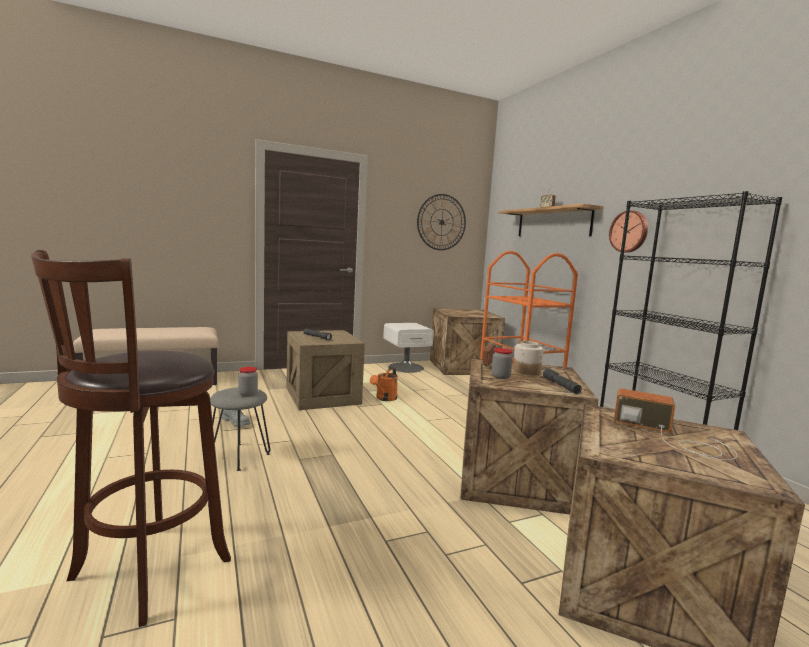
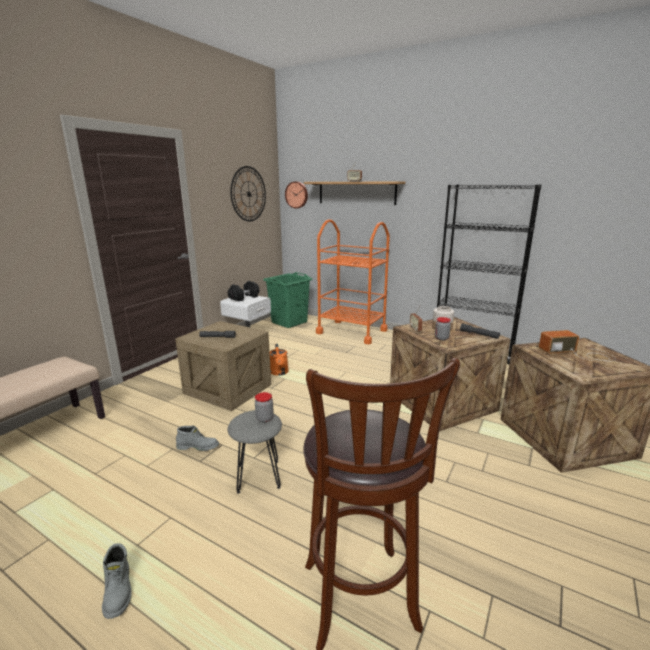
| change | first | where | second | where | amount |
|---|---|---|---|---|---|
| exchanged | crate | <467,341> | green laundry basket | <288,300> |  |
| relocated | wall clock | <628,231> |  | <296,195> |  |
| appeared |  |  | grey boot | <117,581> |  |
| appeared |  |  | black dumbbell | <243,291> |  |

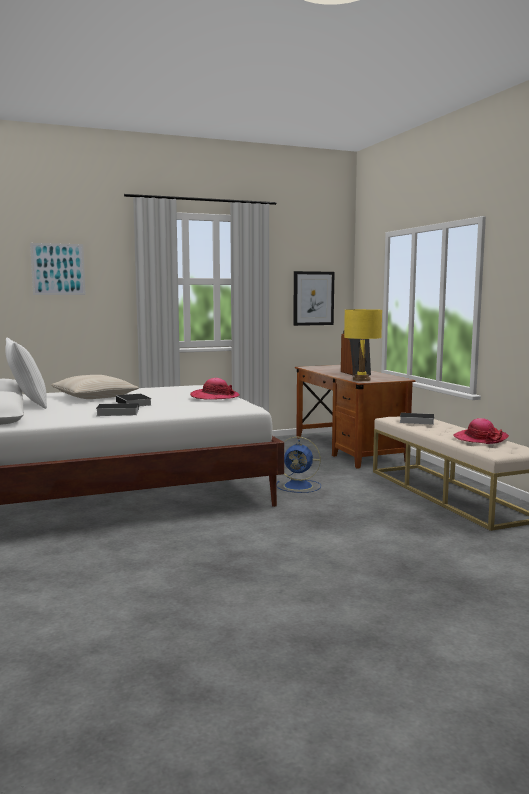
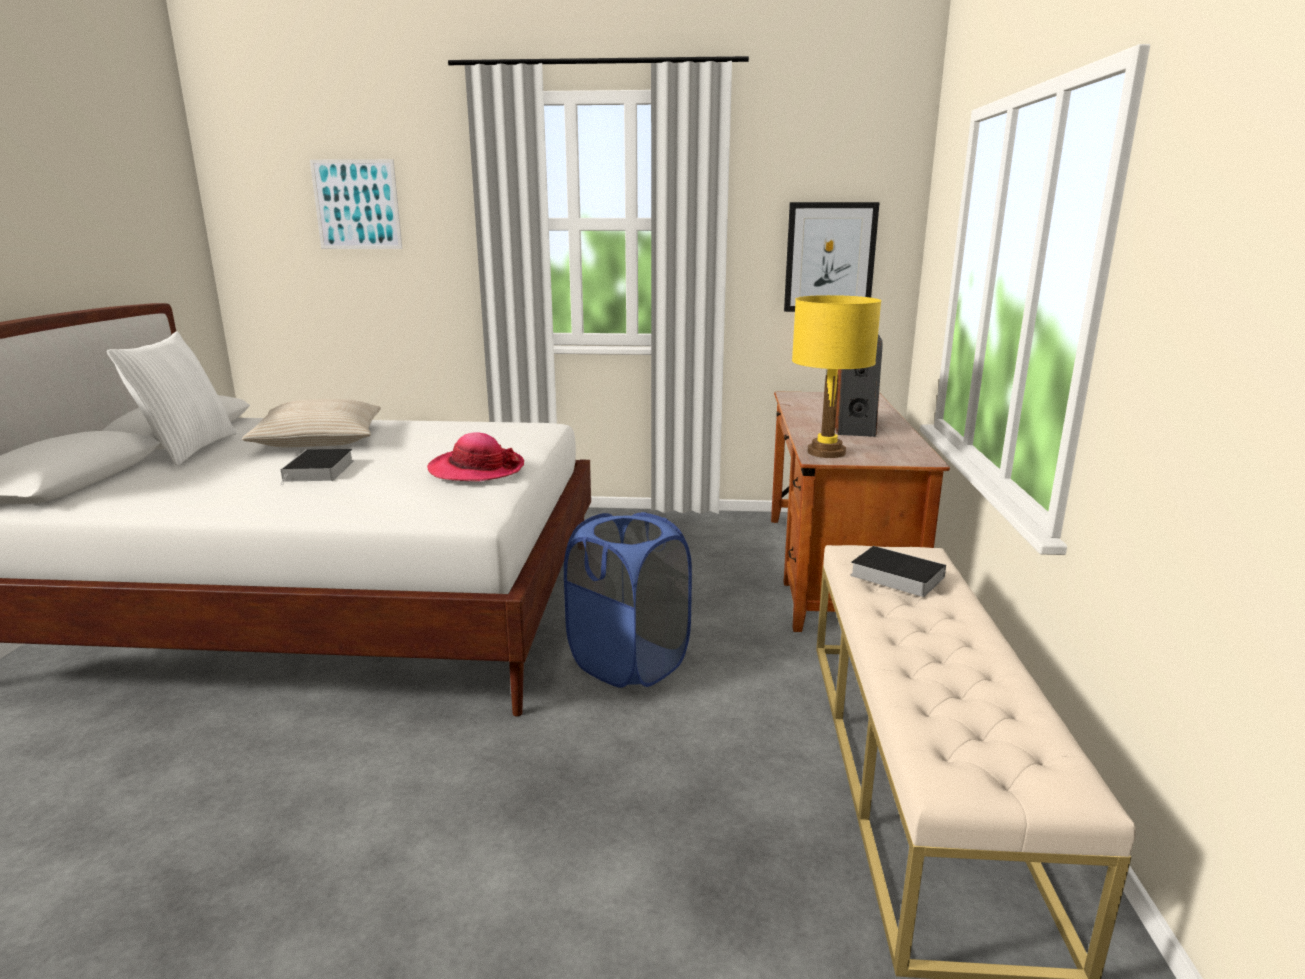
| change | first | where | second | where | amount |
|---|---|---|---|---|---|
| missing | book | <117,409> |  |  |  |
| exchanged | blue fan | <298,465> | blue laundry basket | <628,600> |  |
| missing | hat | <481,431> |  |  |  |

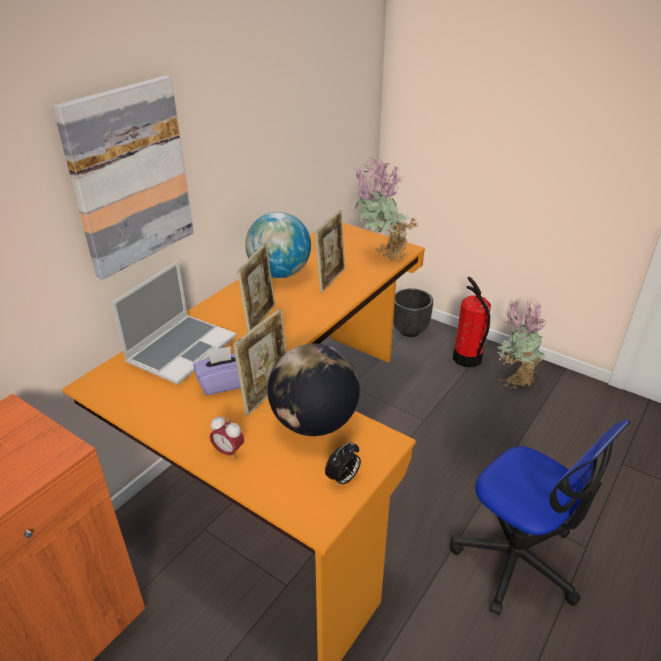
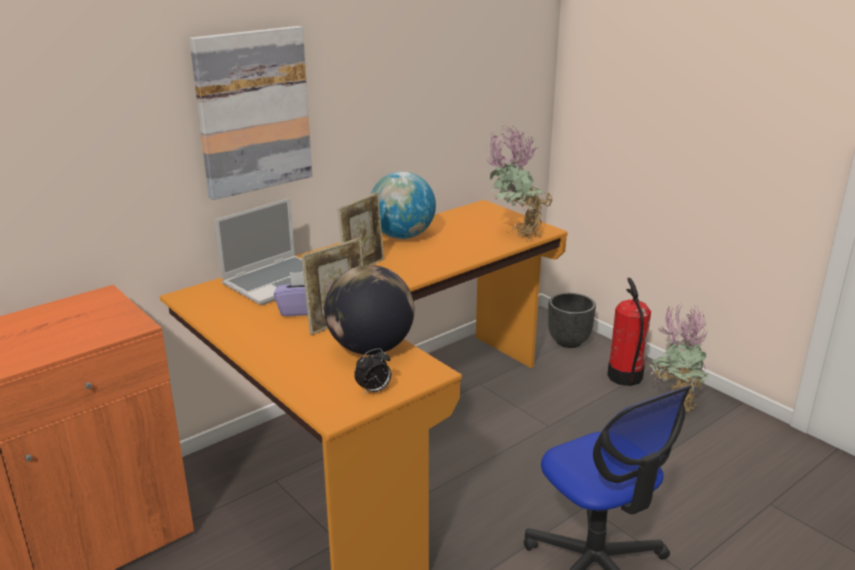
| change | first | where | second | where | amount |
|---|---|---|---|---|---|
| missing | alarm clock | <227,438> |  |  |  |
| missing | picture frame | <330,251> |  |  |  |

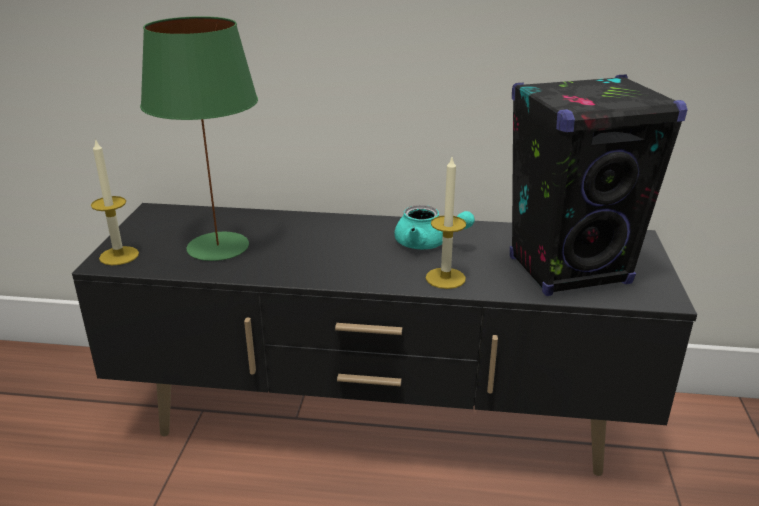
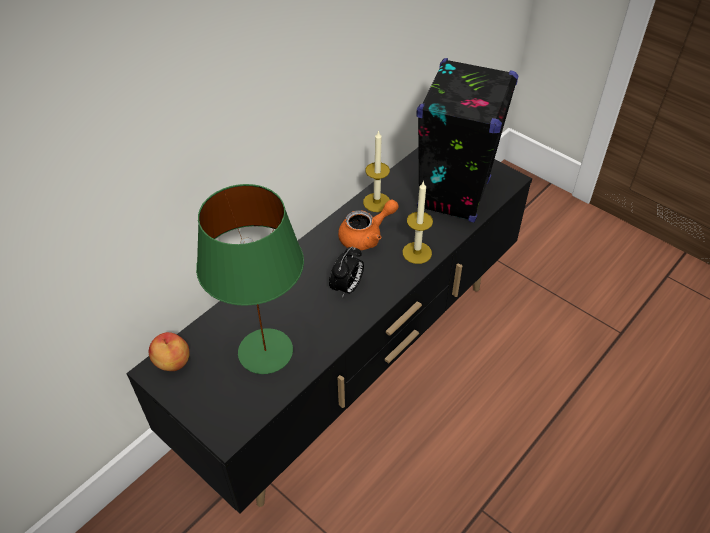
| change | first | where | second | where | amount |
|---|---|---|---|---|---|
| relocated | candle | <115,201> |  | <376,171> |  |
| colour | turquoise teapot | <434,227> | orange teapot | <368,224> |  |
| appeared |  |  | apple | <169,351> |  |
| appeared |  |  | alarm clock | <346,272> |  |

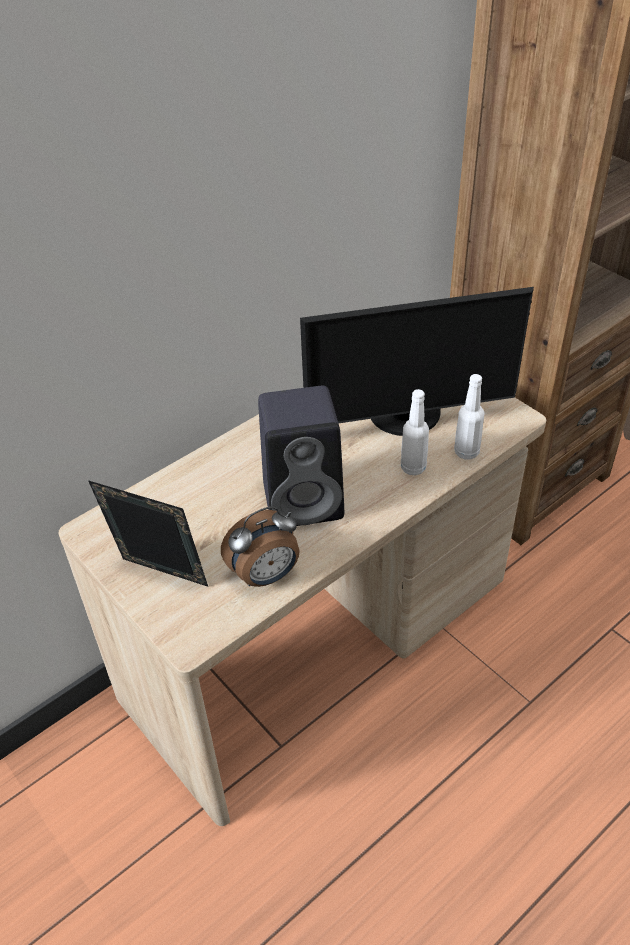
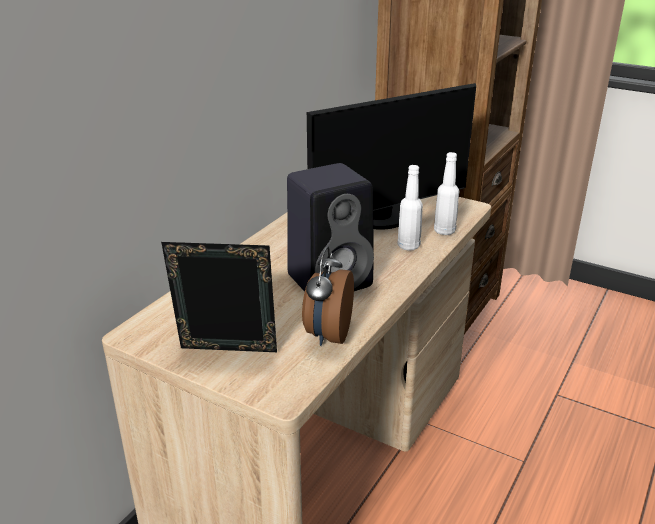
| change | first | where | second | where | amount |
|---|---|---|---|---|---|
| spun | alarm clock | <260,546> |  | <328,296> | 150 degrees clockwise |

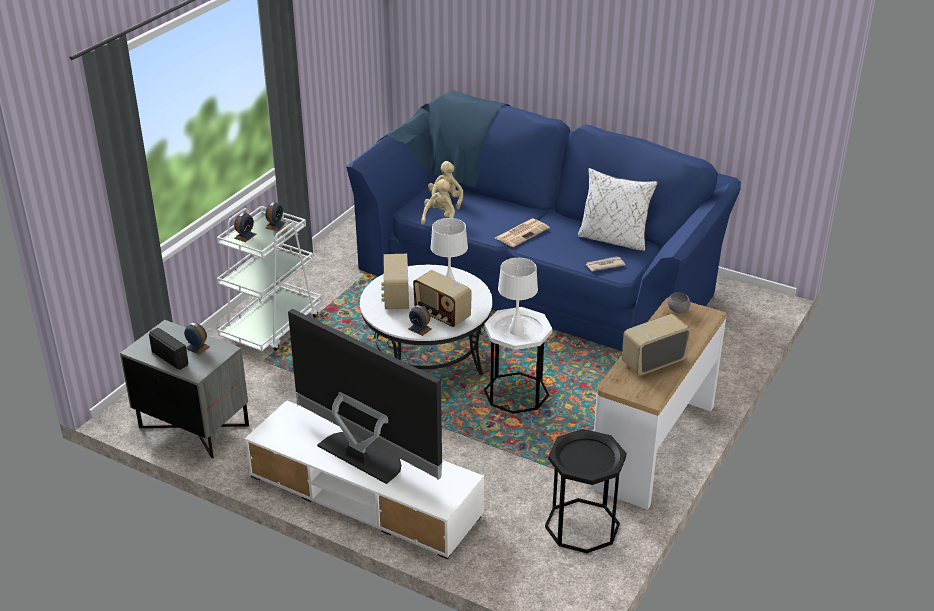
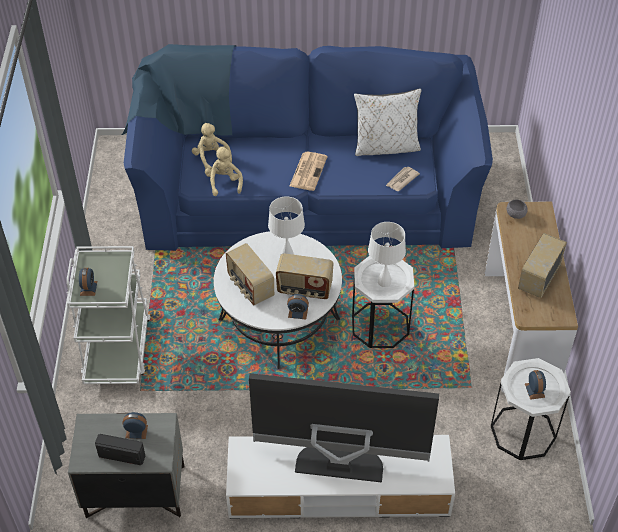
| change | first | where | second | where | amount |
|---|---|---|---|---|---|
| relocated | alarm clock | <275,216> |  | <535,385> |  |
| colour | black side table | <585,491> | white side table | <531,409> |  |

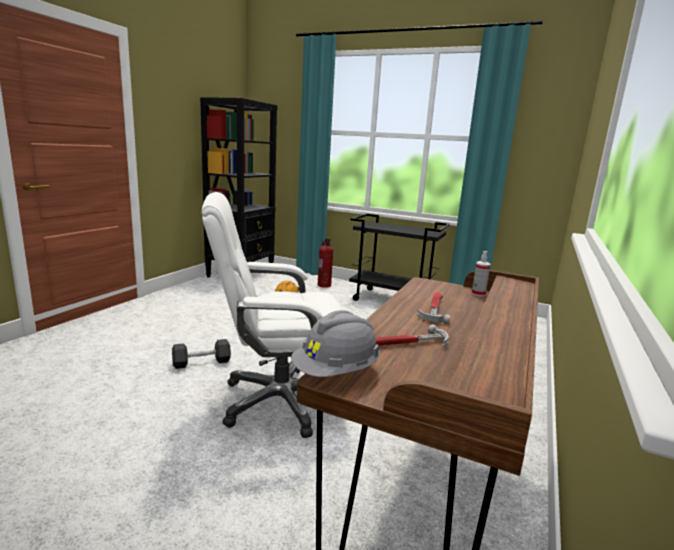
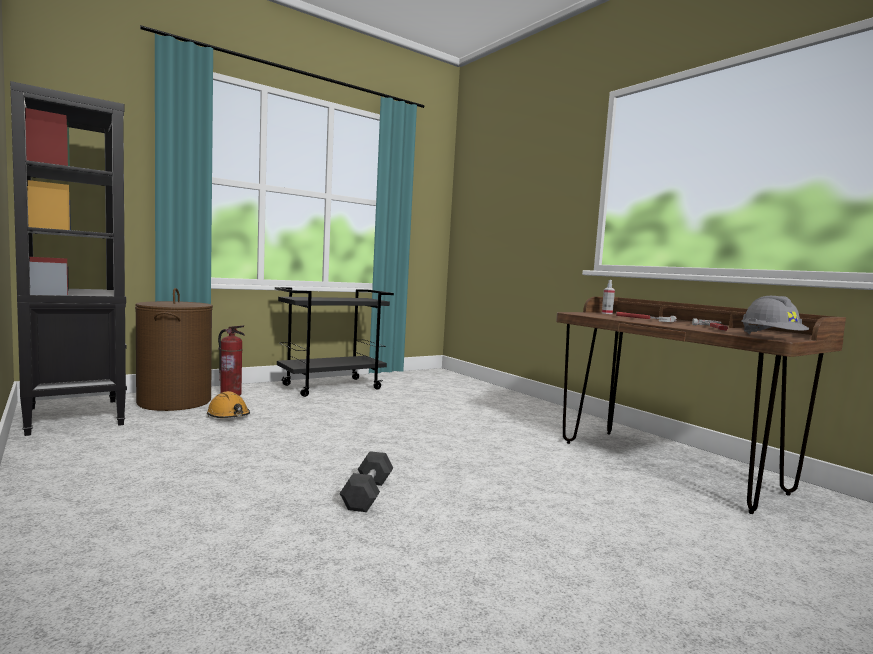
| change | first | where | second | where | amount |
|---|---|---|---|---|---|
| missing | white office chair | <272,315> |  |  |  |
| appeared |  |  | brown laundry basket | <174,349> |  |

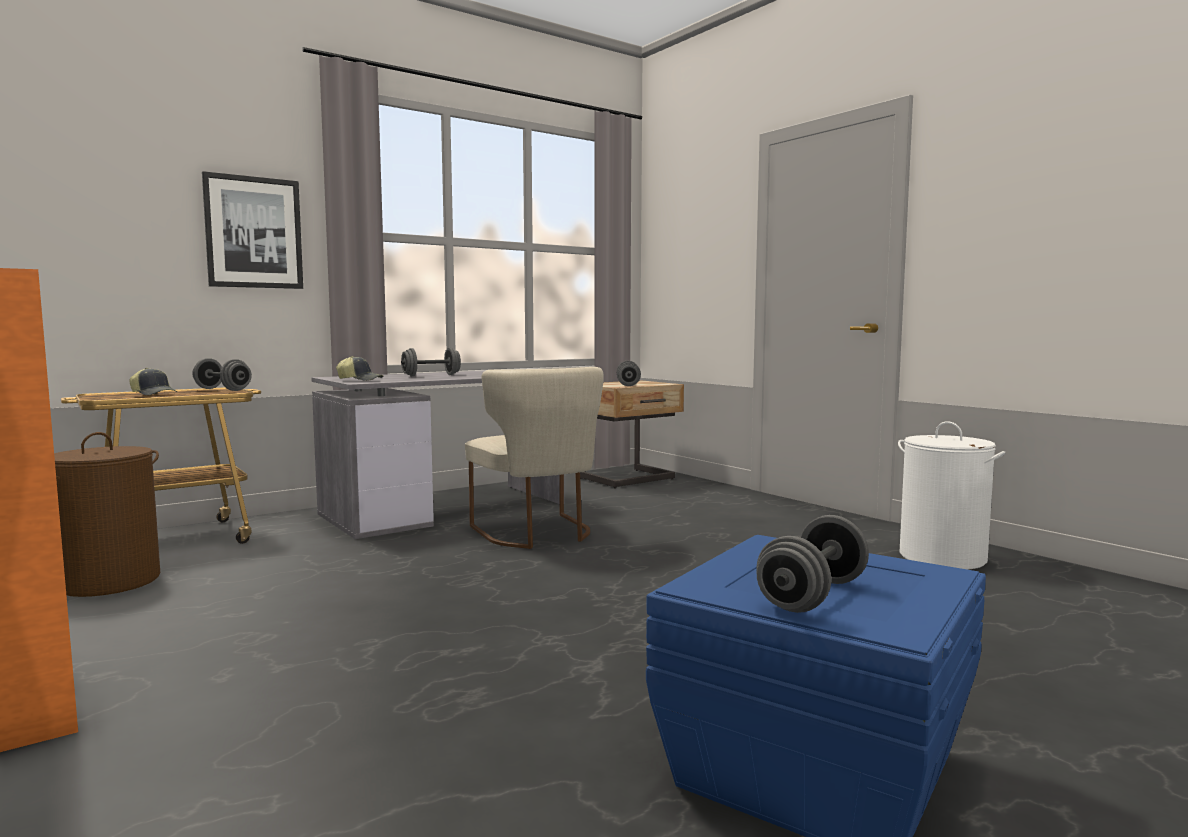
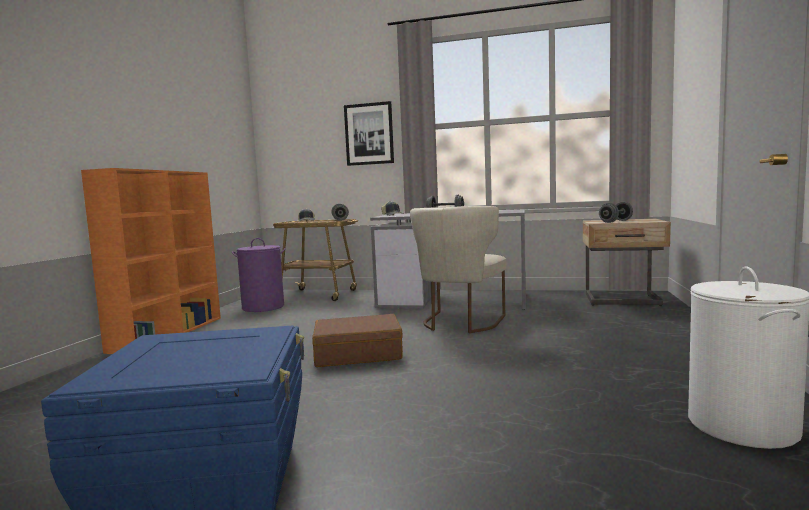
| change | first | where | second | where | amount |
|---|---|---|---|---|---|
| colour | brown laundry basket | <107,514> | purple laundry basket | <259,275> |  |
| missing | grey dumbbell | <812,564> |  |  |  |
| appeared |  |  | brown suitcase | <357,340> |  |

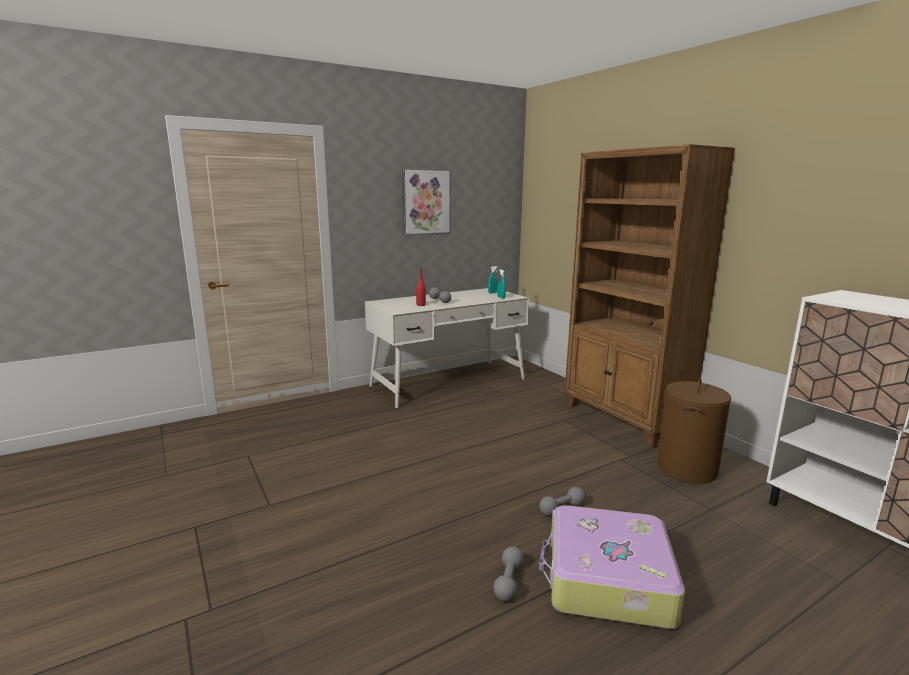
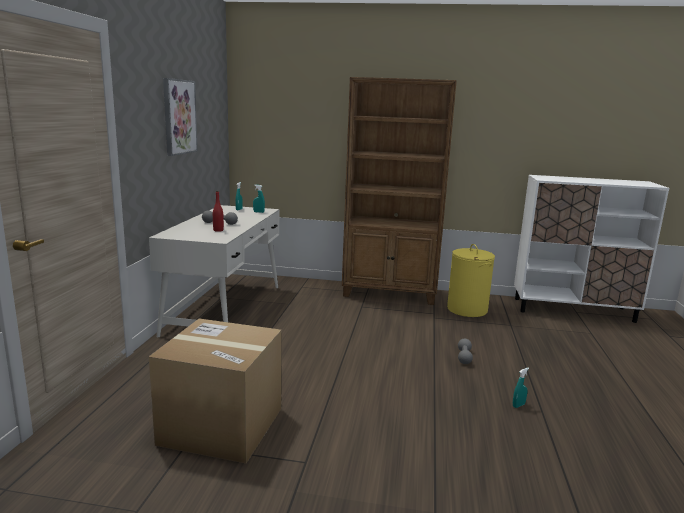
| change | first | where | second | where | amount |
|---|---|---|---|---|---|
| exchanged | grey dumbbell | <508,573> | turquoise spray bottle | <521,388> |  |
| missing | suitcase | <612,567> |  |  |  |
| colour | brown laundry basket | <694,431> | yellow laundry basket | <471,280> |  |
| appeared |  |  | cardboard box | <215,391> |  |

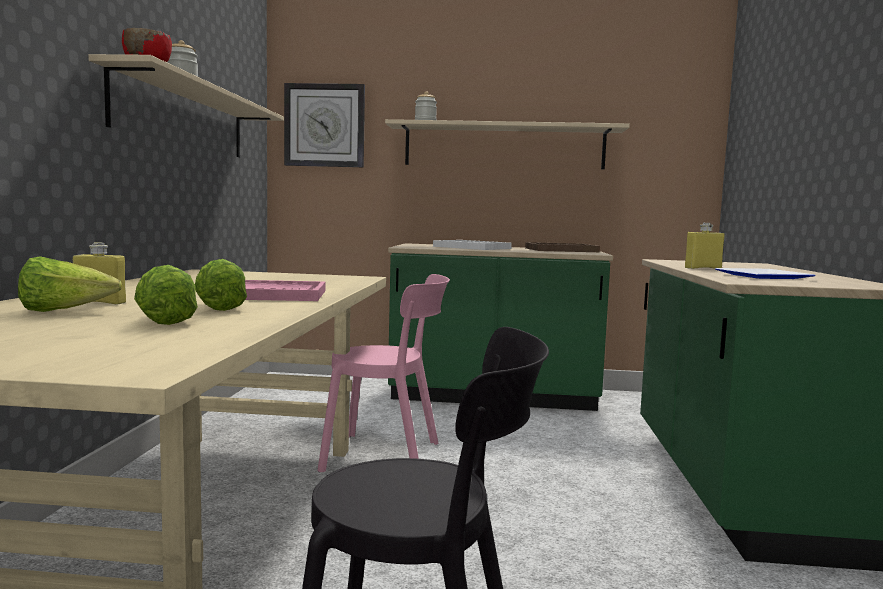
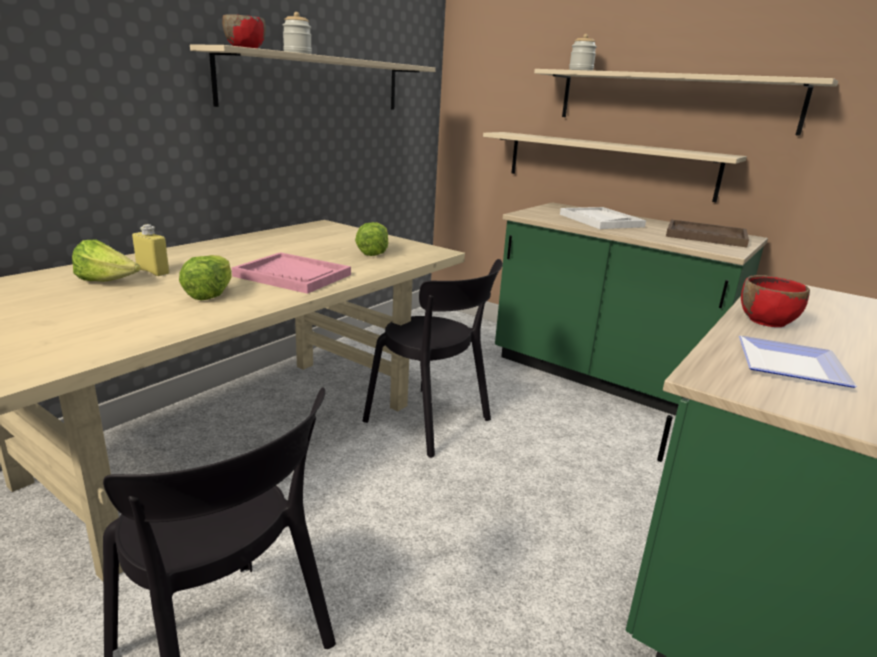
| change | first | where | second | where | amount |
|---|---|---|---|---|---|
| relocated | lettuce | <166,295> |  | <372,239> |  |
| missing | wall clock | <324,125> |  |  |  |
| colour | pink chair | <383,373> | black chair | <433,358> |  |
| exchanged | yellow bottle | <704,246> | red bowl | <775,301> |  |
| appeared |  |  | beige shelf | <615,167> |  |

